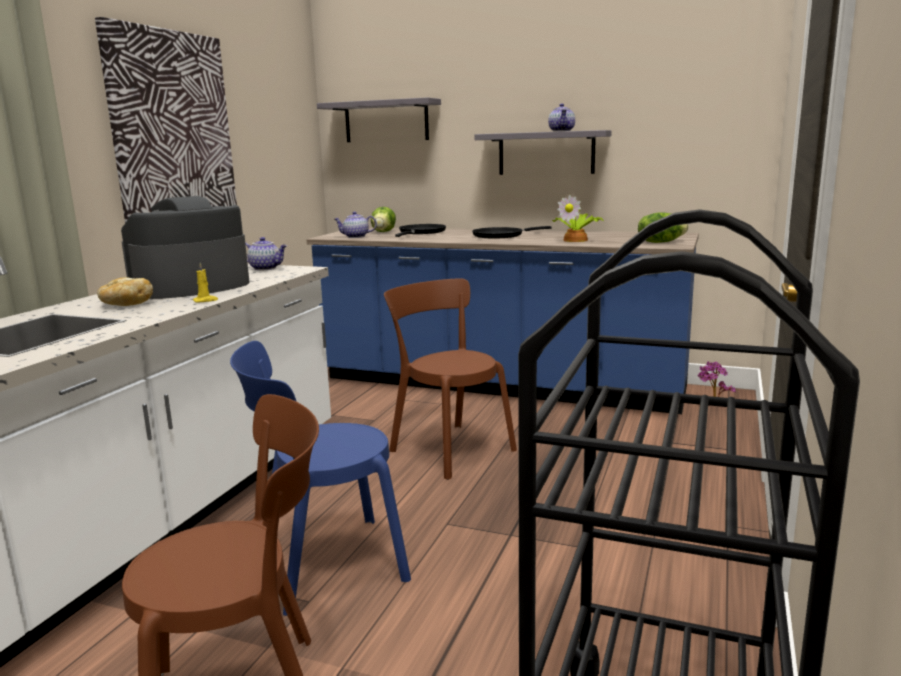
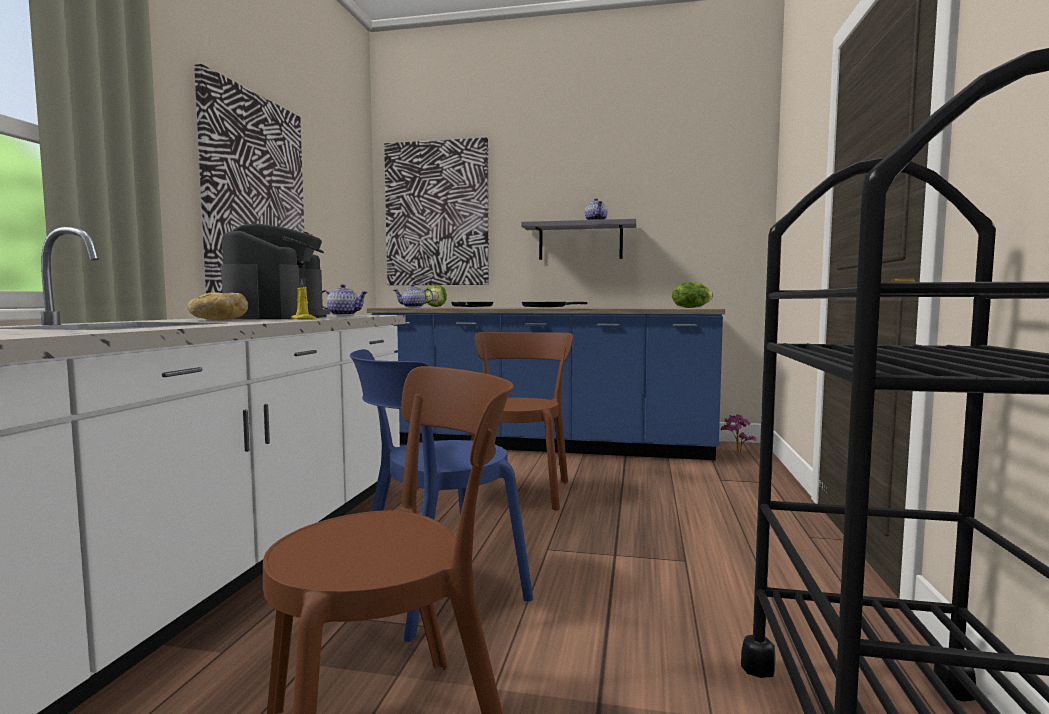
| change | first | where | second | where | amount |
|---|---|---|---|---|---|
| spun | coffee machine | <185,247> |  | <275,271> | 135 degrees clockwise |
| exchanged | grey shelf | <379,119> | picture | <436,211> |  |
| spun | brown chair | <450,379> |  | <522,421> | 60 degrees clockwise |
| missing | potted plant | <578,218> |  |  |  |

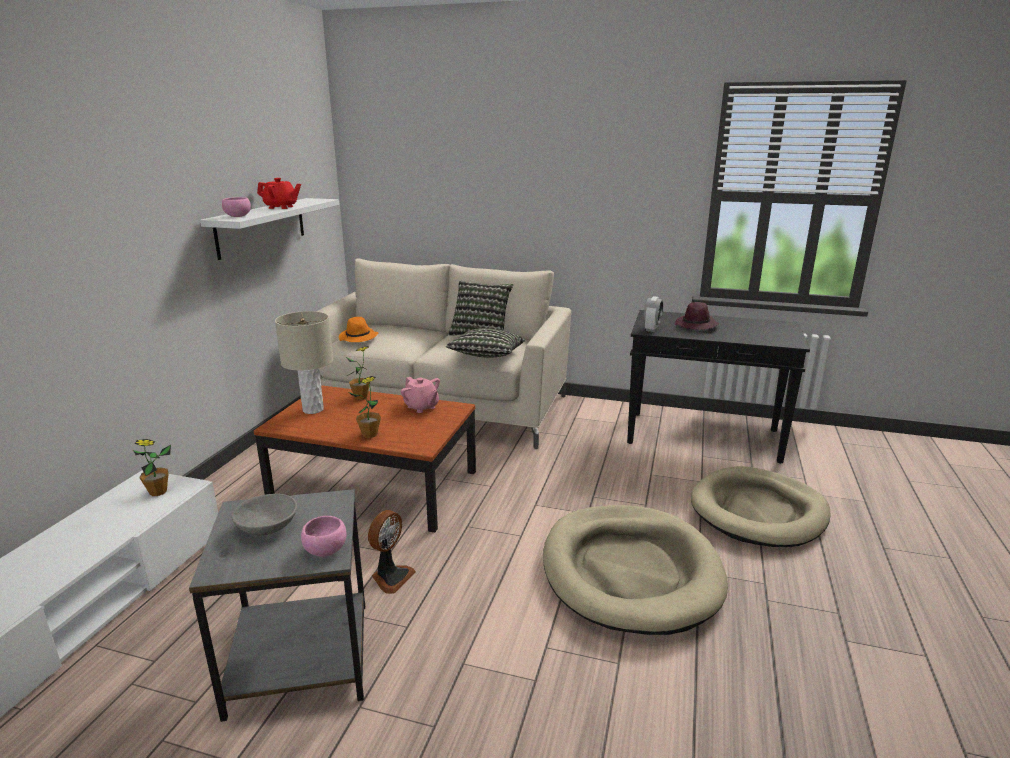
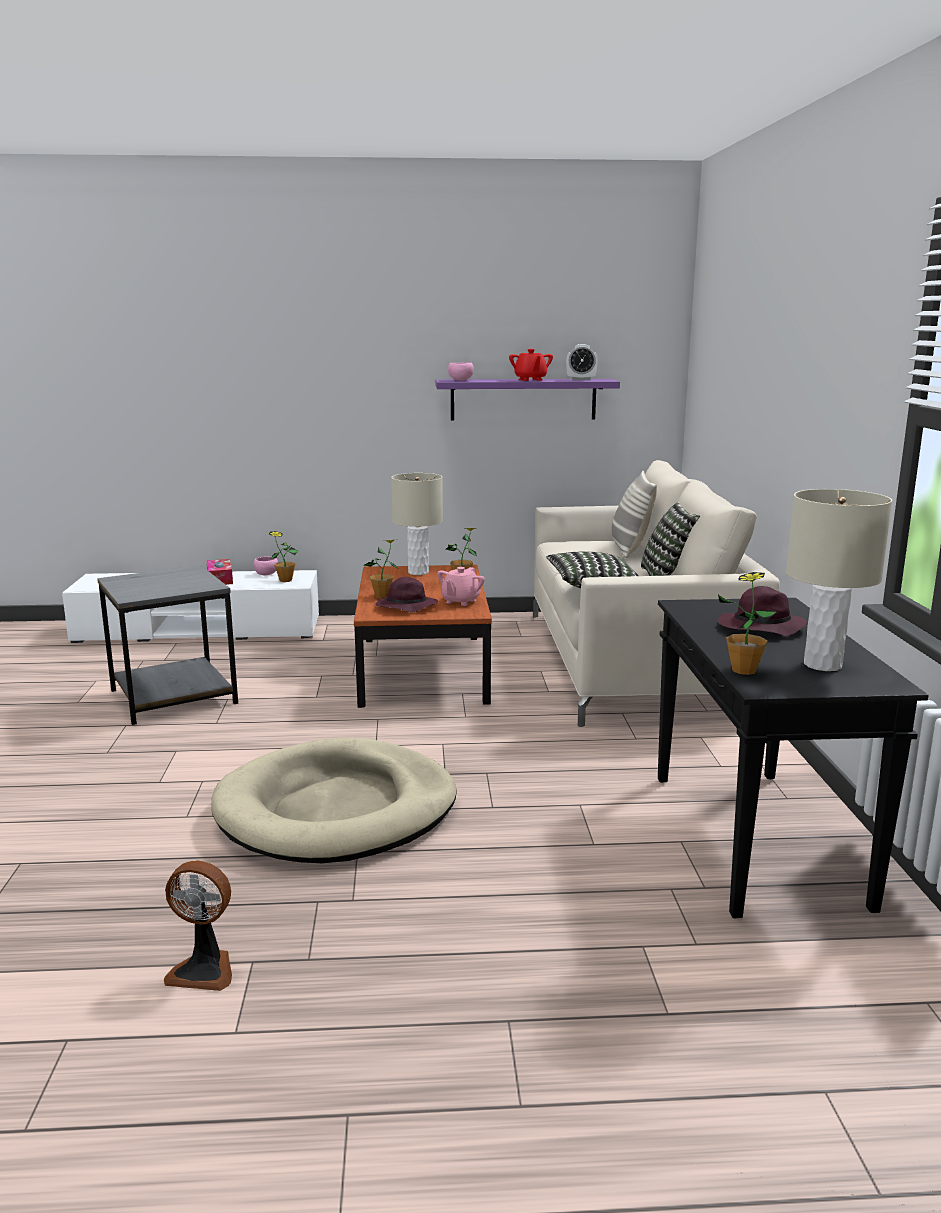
| change | first | where | second | where | amount |
|---|---|---|---|---|---|
| colour | white shelf | <269,229> | purple shelf | <527,399> |  |
| missing | grey bowl | <264,514> |  |  |  |
| relocated | pink bowl | <324,536> |  | <265,565> |  |
| missing | orange hat | <359,329> |  |  |  |
| relocated | fan | <392,552> |  | <198,925> |  |
| relocated | alarm clock | <653,314> |  | <582,362> |  |
| missing | beige dog bed | <761,506> |  |  |  |
| appeared |  |  | tissue box | <219,572> |  |
| appeared |  |  | purple hat | <407,595> |  |
| appeared |  |  | pillow | <634,514> |  |
| appeared |  |  | potted plant | <747,623> |  |
| appeared |  |  | beige table lamp | <839,580> |  |

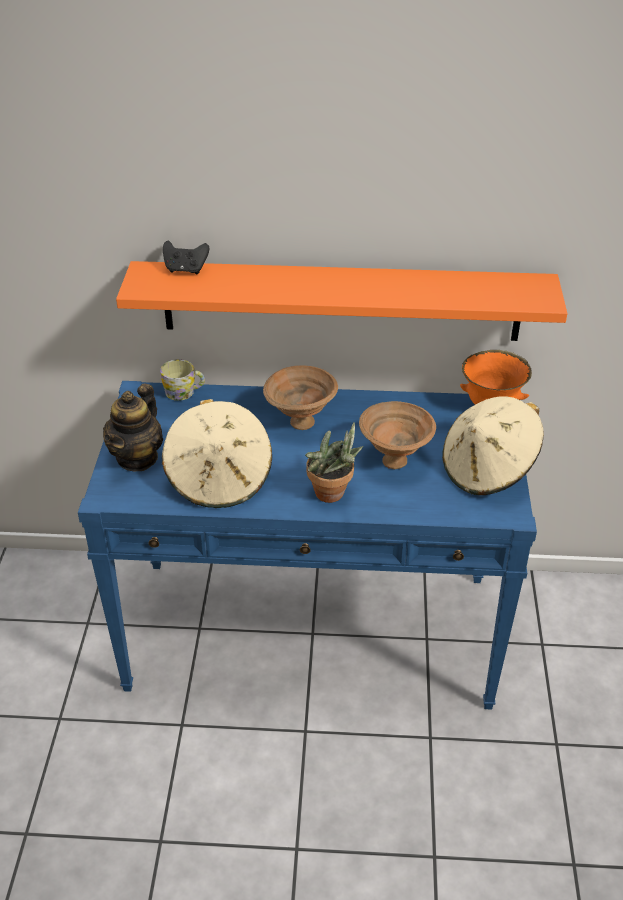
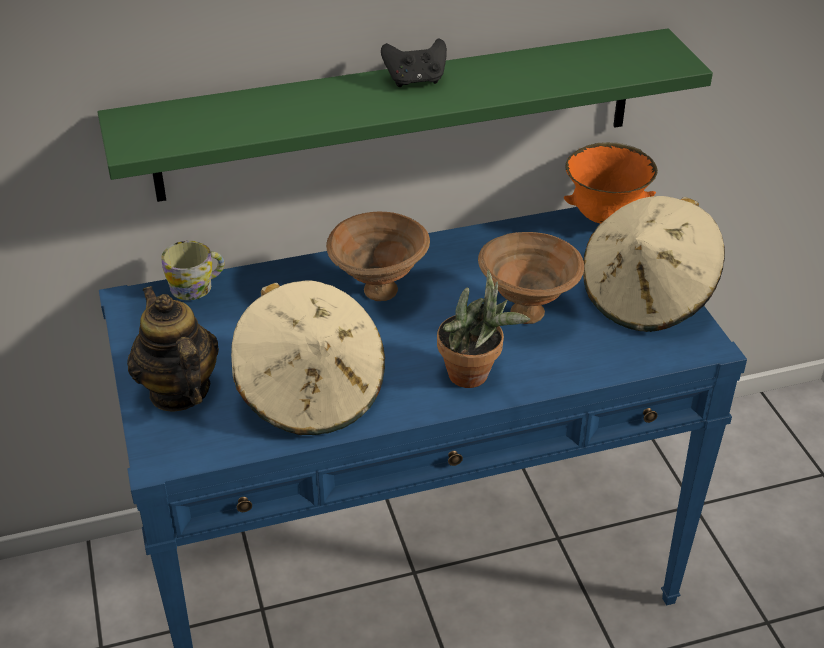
| change | first | where | second | where | amount |
|---|---|---|---|---|---|
| spun | teapot | <133,427> |  | <173,348> | 150 degrees clockwise |
| colour | orange shelf | <341,301> | green shelf | <405,115> |  |
| relocated | black game controller | <186,257> |  | <414,62> |  |

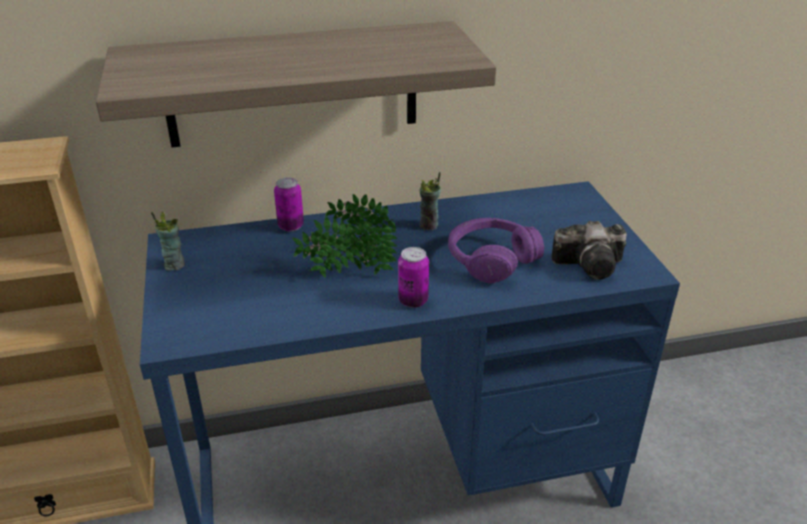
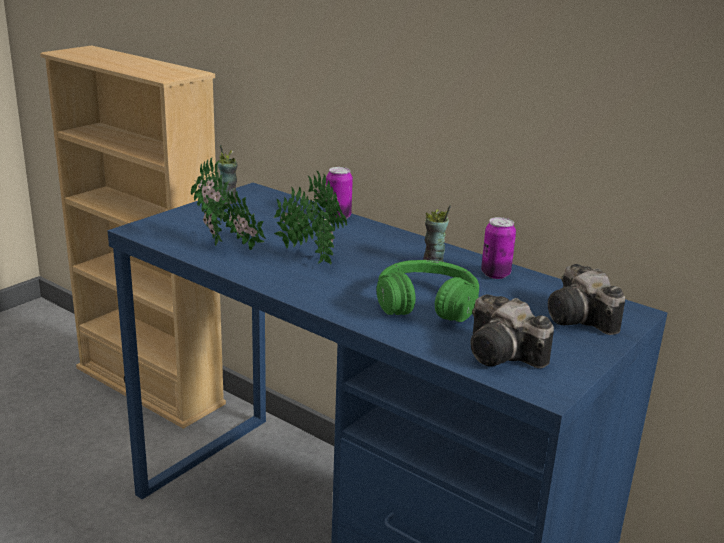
| change | first | where | second | where | amount |
|---|---|---|---|---|---|
| missing | shelf | <296,84> |  |  |  |
| relocated | can | <413,277> |  | <498,248> |  |
| colour | purple headphones | <496,250> | green headphones | <428,291> |  |
| appeared |  |  | potted plant | <228,204> |  |
| appeared |  |  | photo camera | <586,299> |  |

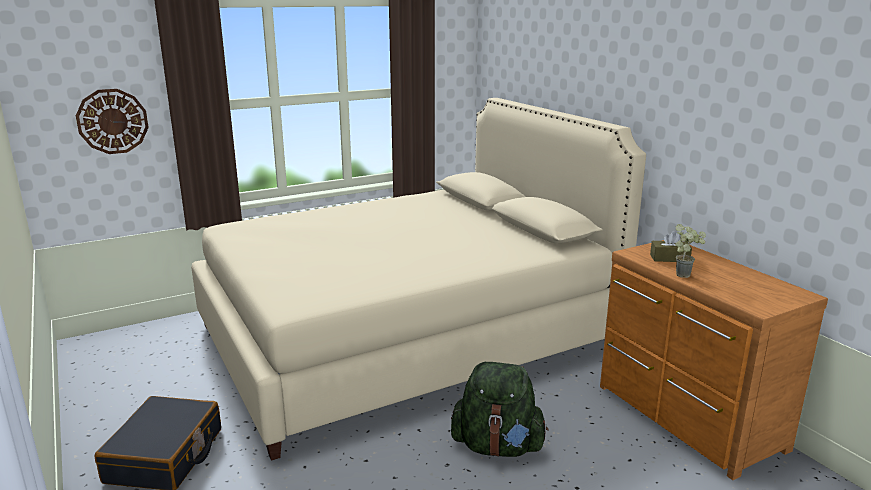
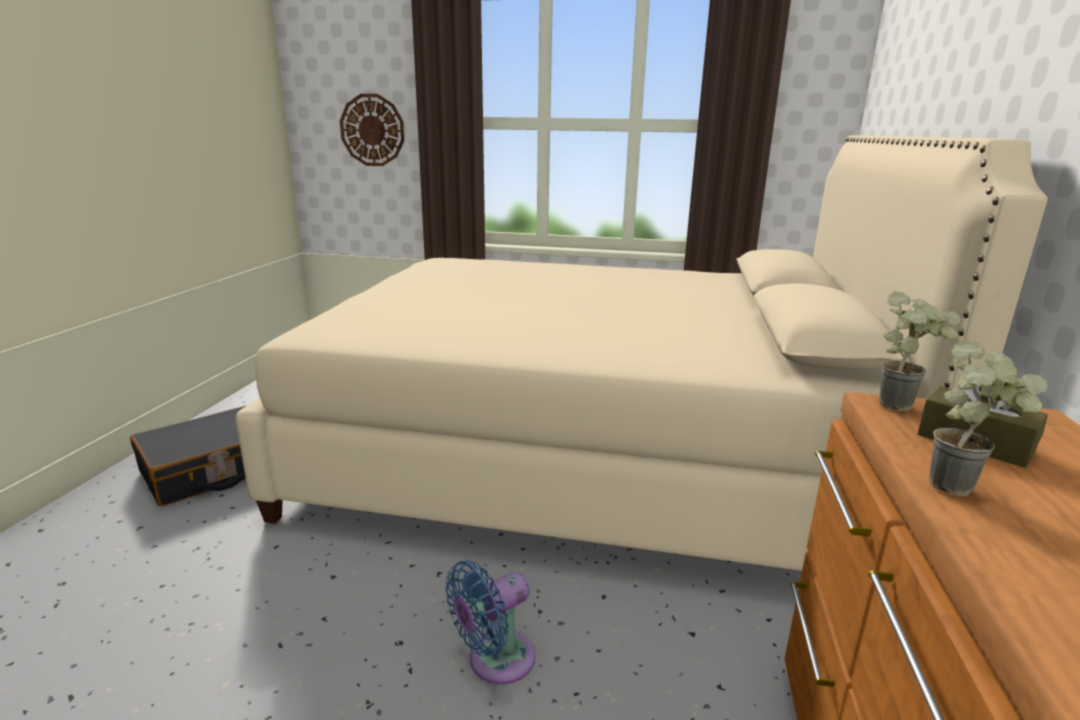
| change | first | where | second | where | amount |
|---|---|---|---|---|---|
| exchanged | green backpack | <500,409> | blue fan | <491,622> |  |
| appeared |  |  | potted plant | <919,351> |  |

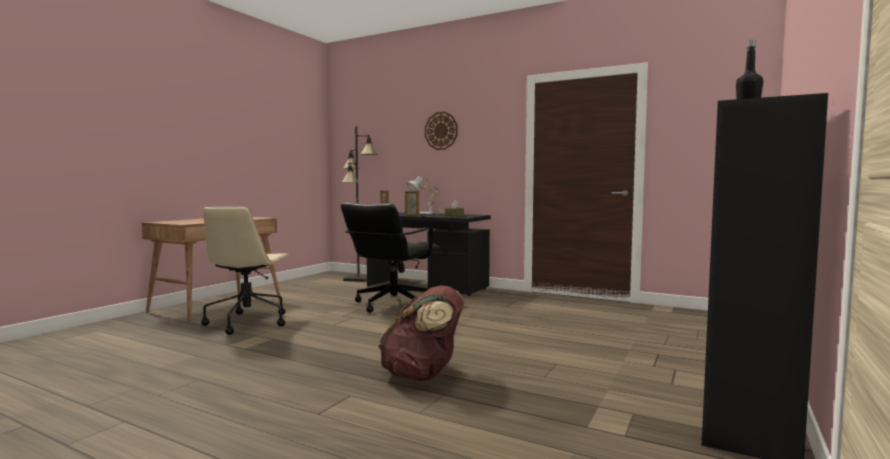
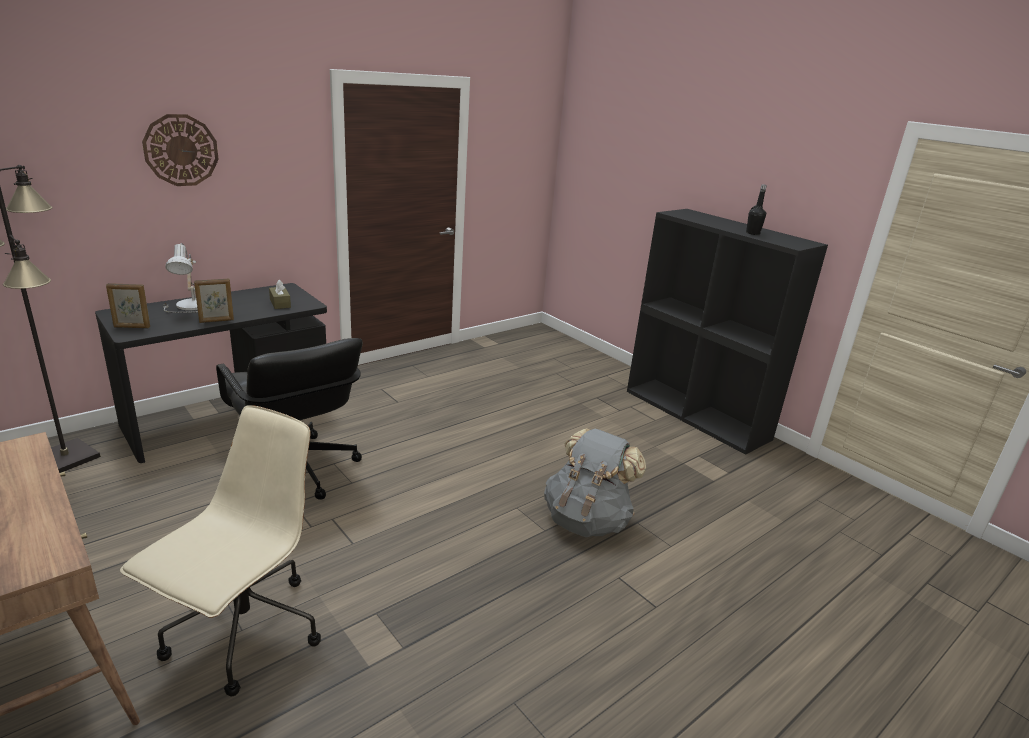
| change | first | where | second | where | amount |
|---|---|---|---|---|---|
| spun | beige office chair | <245,270> |  | <220,551> | 90 degrees counterclockwise |
| colour | brown backpack | <421,333> | grey backpack | <595,482> |  |

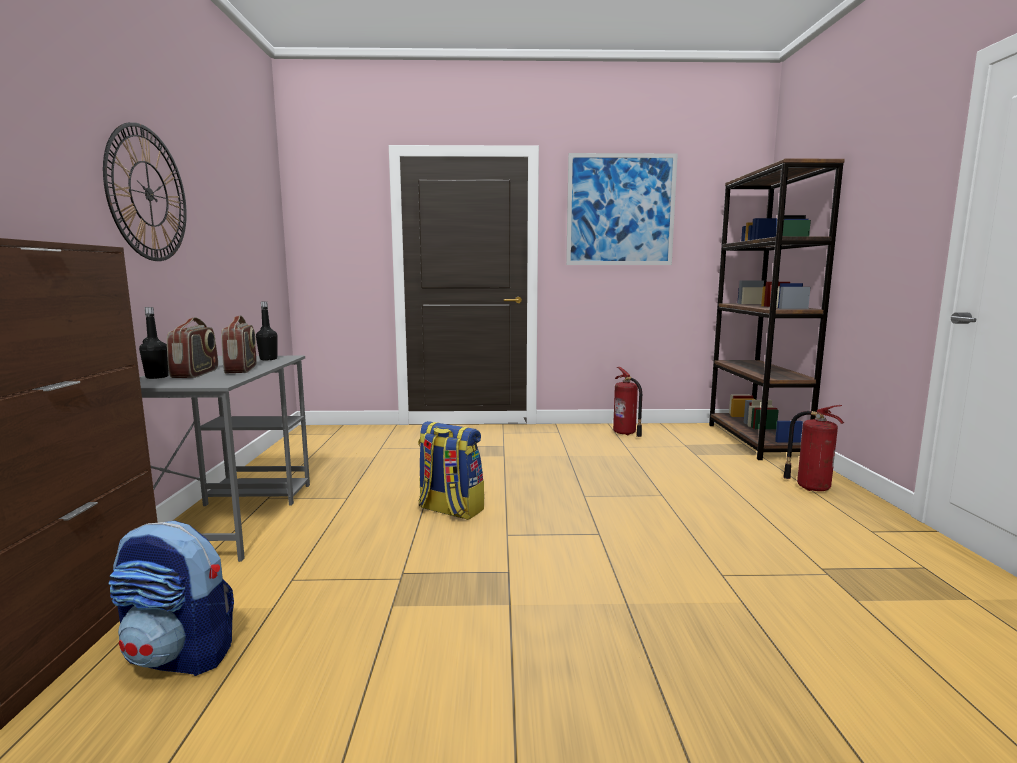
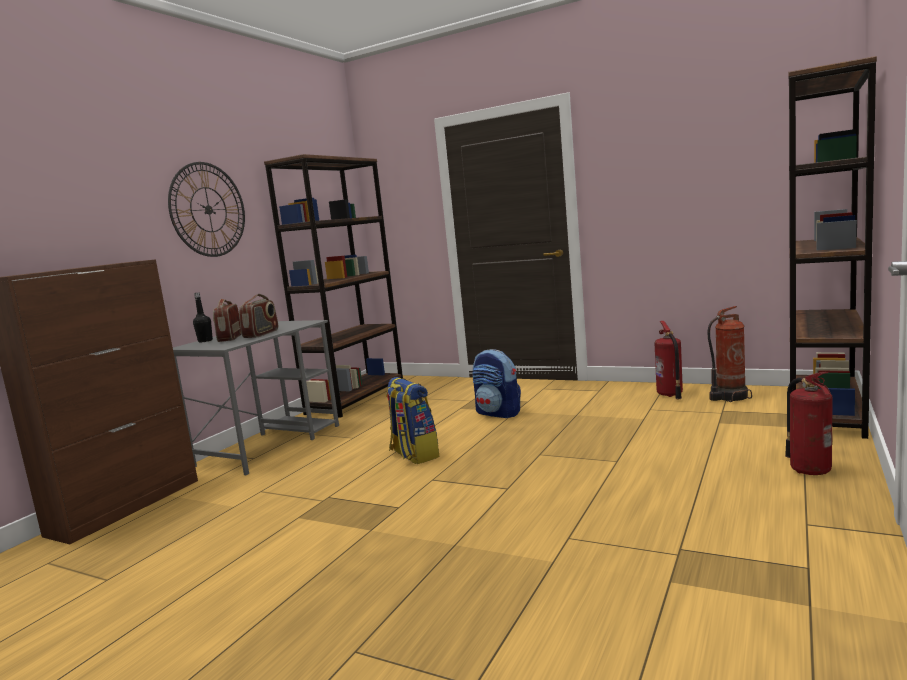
| change | first | where | second | where | amount |
|---|---|---|---|---|---|
| relocated | backpack | <171,598> |  | <496,383> |  |
| spun | radio | <192,347> |  | <227,320> | 150 degrees clockwise |
| missing | black bottle | <267,330> |  |  |  |
| missing | picture | <622,209> |  |  |  |
| appeared |  |  | brown bookcase | <333,285> |  |
| appeared |  |  | fire extinguisher | <729,354> |  |

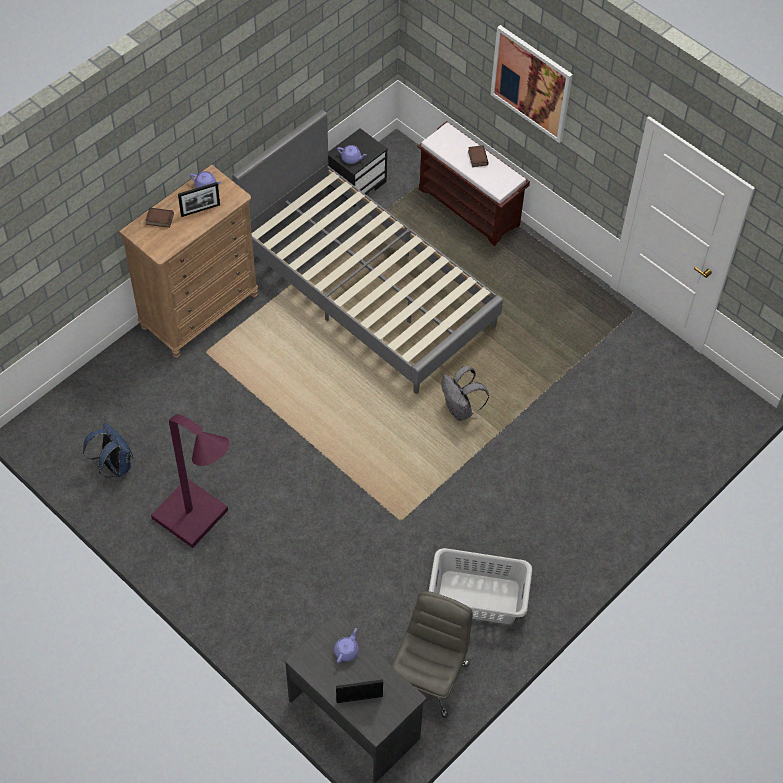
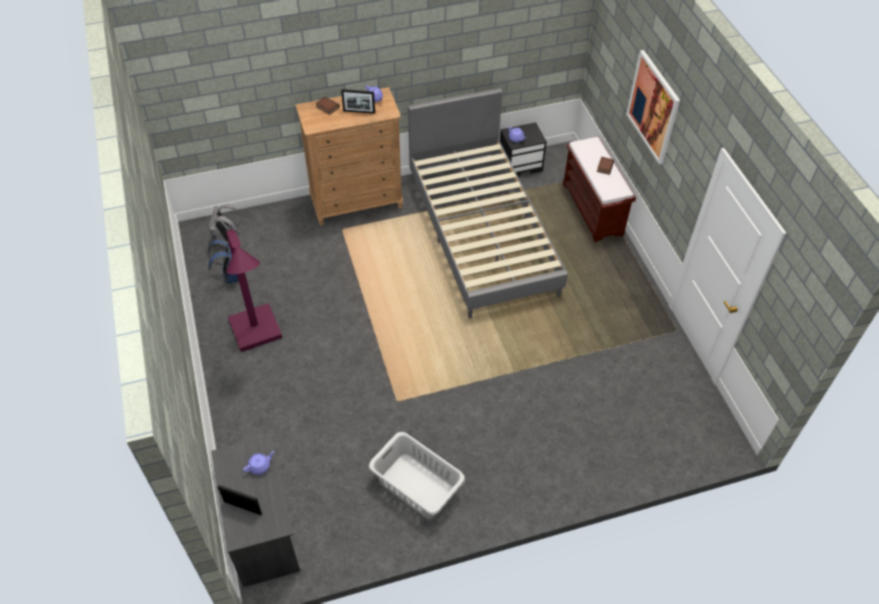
| change | first | where | second | where | amount |
|---|---|---|---|---|---|
| missing | grey office chair | <432,654> |  |  |  |
| relocated | grey backpack | <465,393> |  | <225,225> |  |

